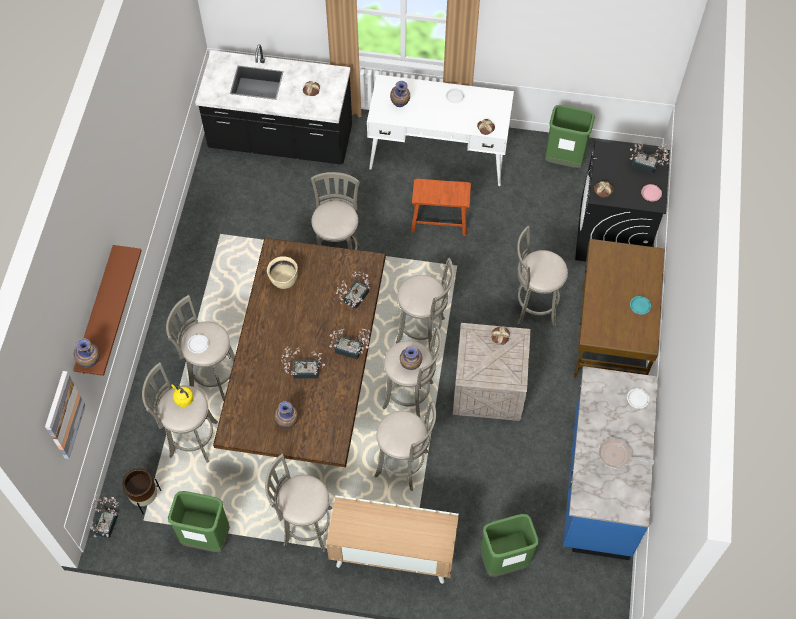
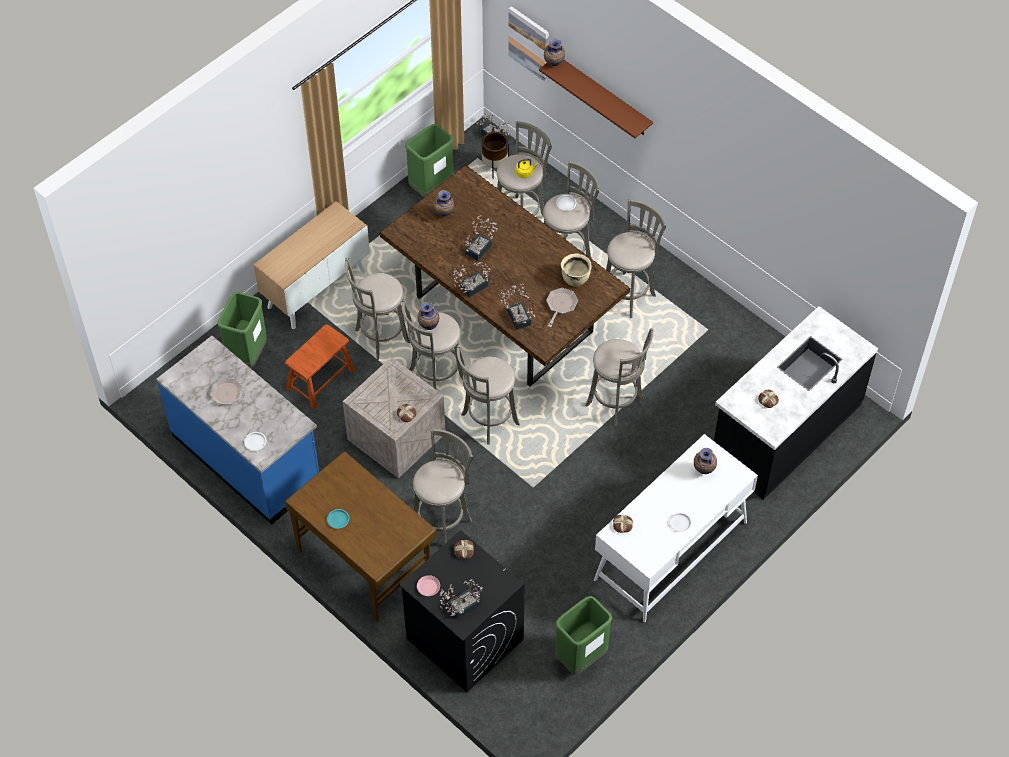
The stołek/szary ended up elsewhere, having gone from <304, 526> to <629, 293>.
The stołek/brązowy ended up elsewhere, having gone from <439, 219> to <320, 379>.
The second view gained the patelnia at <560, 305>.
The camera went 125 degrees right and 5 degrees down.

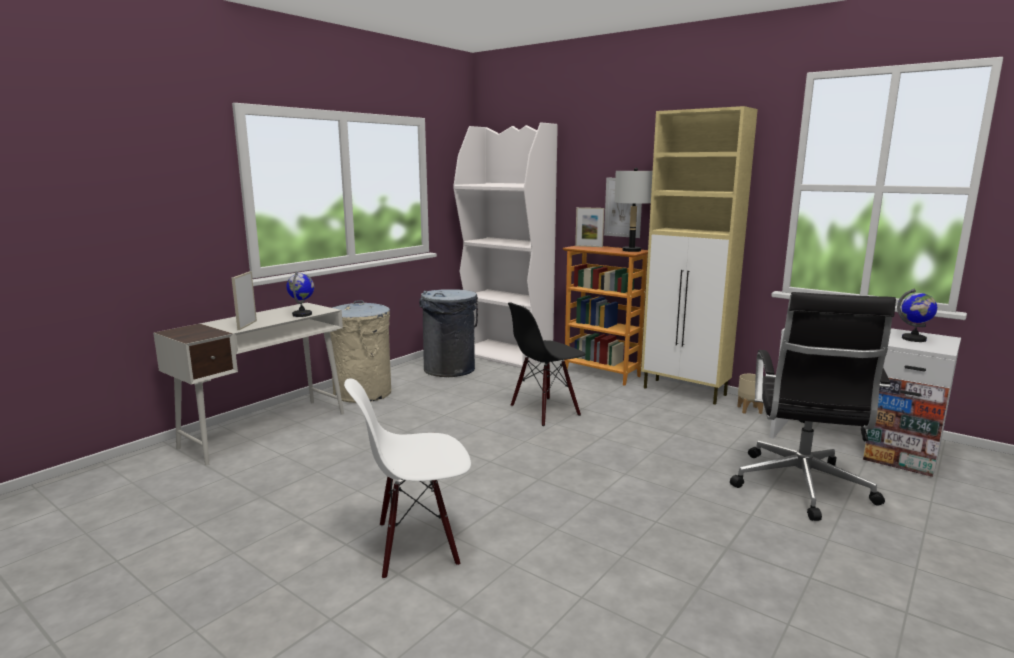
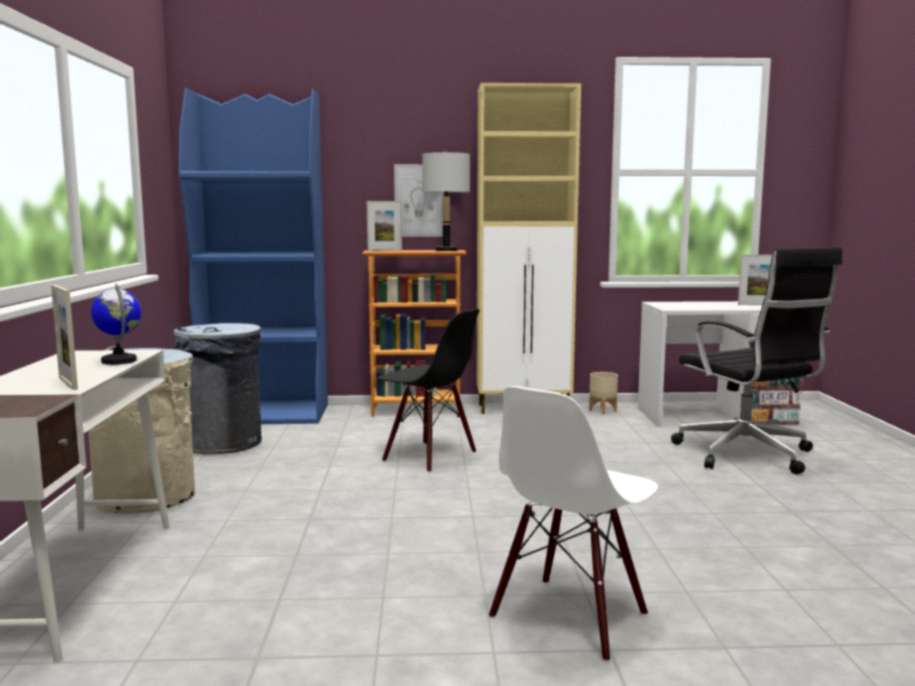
What was the regał/biały at <505, 354> turned into the regał/niebieski at <265, 414>.
The krzesło/czarny at <544, 411> ended up facing another way, 75 degrees counterclockwise from before.
Where the globus stood at <914, 339>, the ramka na zdjęcie came to stand at <756, 305>.
The camera went 40 degrees left and 5 degrees down.

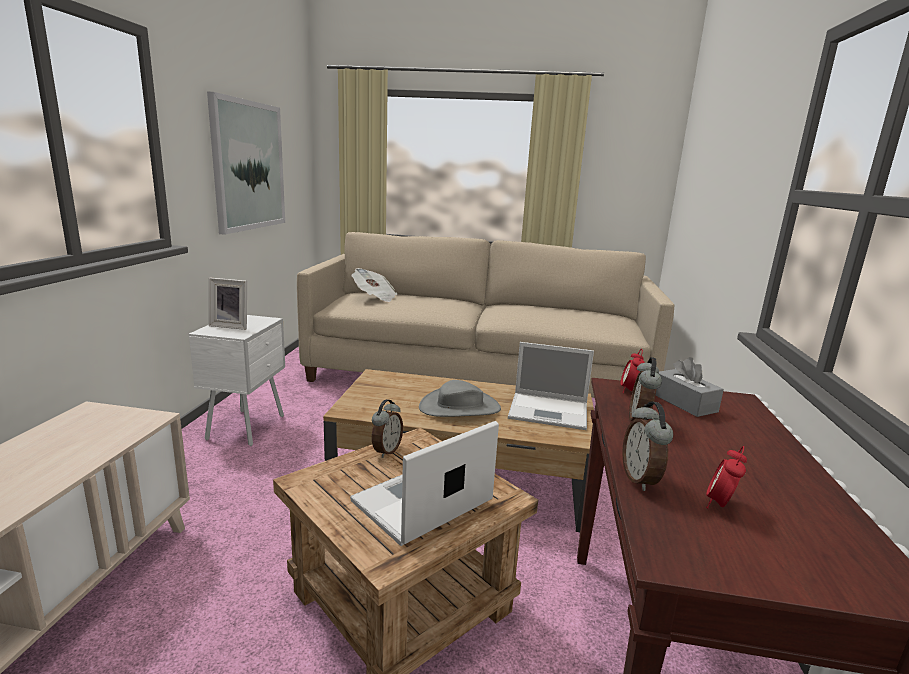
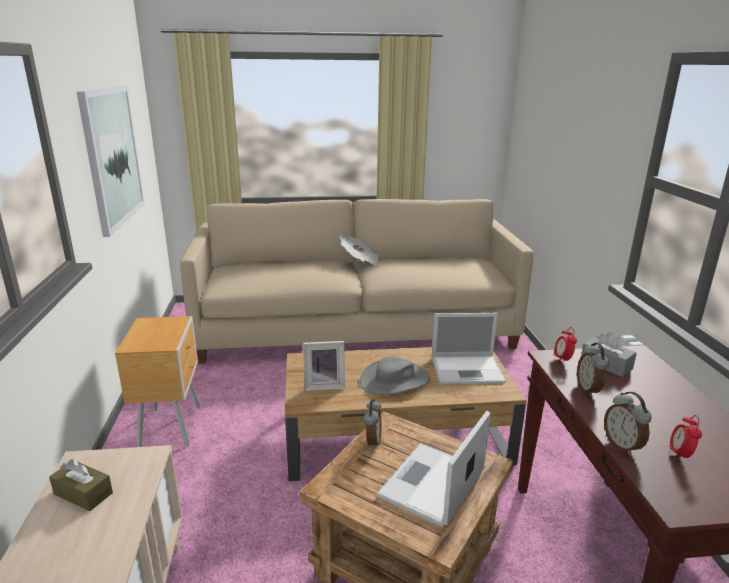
What was the szafka nocna/biały at <248, 427> turned into the szafka nocna/brązowy at <172, 426>.
The ramka na zdjęcie ended up elsewhere, having gone from <231, 325> to <324, 385>.
The gazeta ended up elsewhere, having gone from <375, 297> to <361, 261>.
The second view gained the pudełko chusteczek/brązowy at <83, 493>.
The camera went 15 degrees left and 5 degrees up.

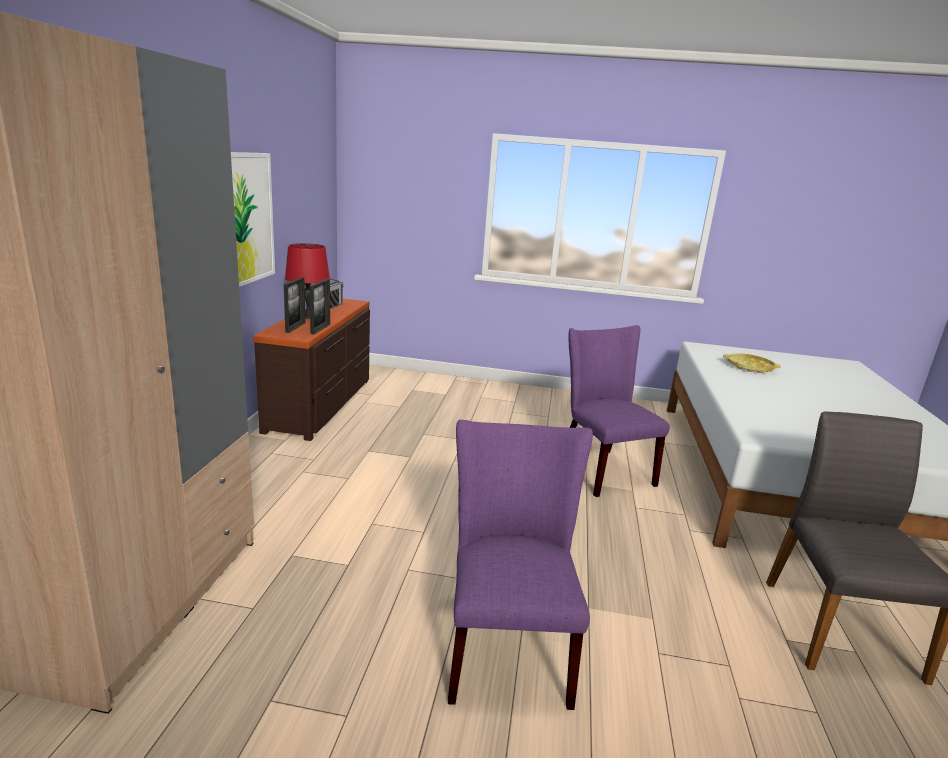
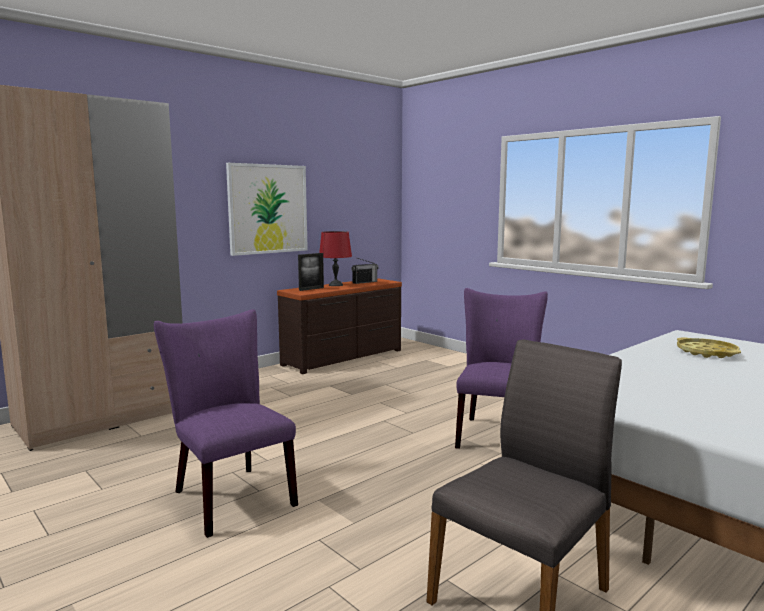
The second view lost the ramka na zdjęcie at <320, 329>.
The krzesło/fioletowy at <505, 645> ended up facing another way, 75 degrees counterclockwise from before.
The camera went 40 degrees right and 10 degrees down.

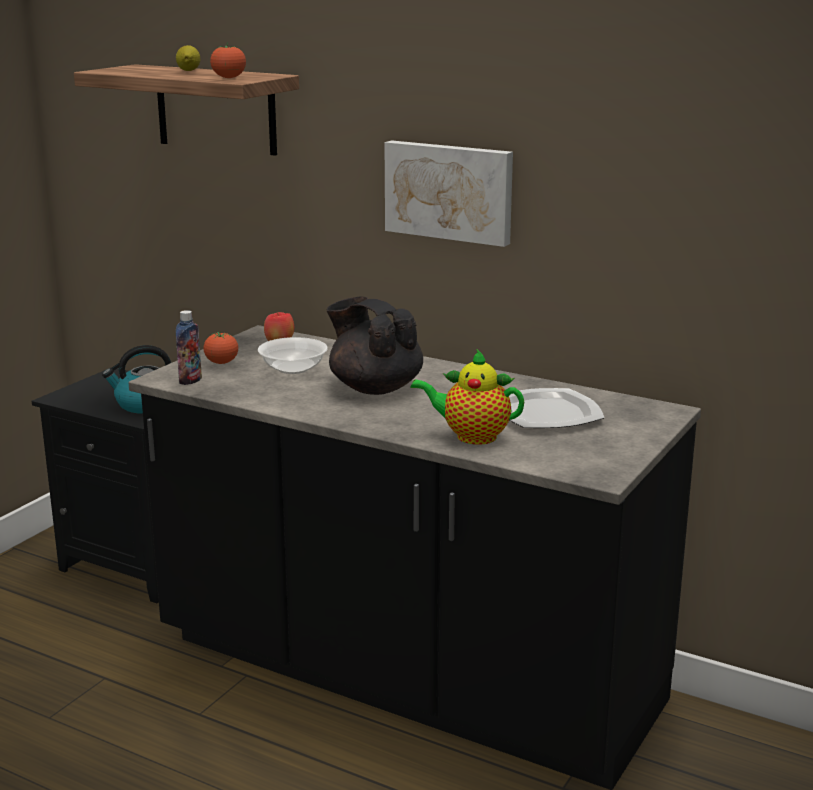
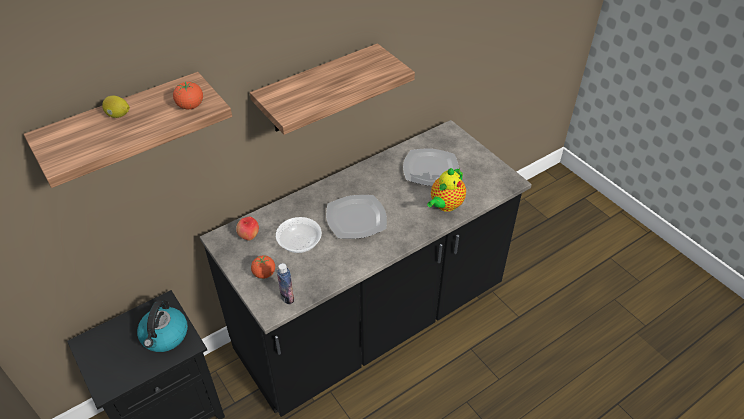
Where the imbryk/czarny stood at <375, 388>, the talerz came to stand at <355, 218>.
Where the obraz hung at <450, 191>, the półka came to hang at <318, 90>.
The camera went 65 degrees left and 25 degrees up.

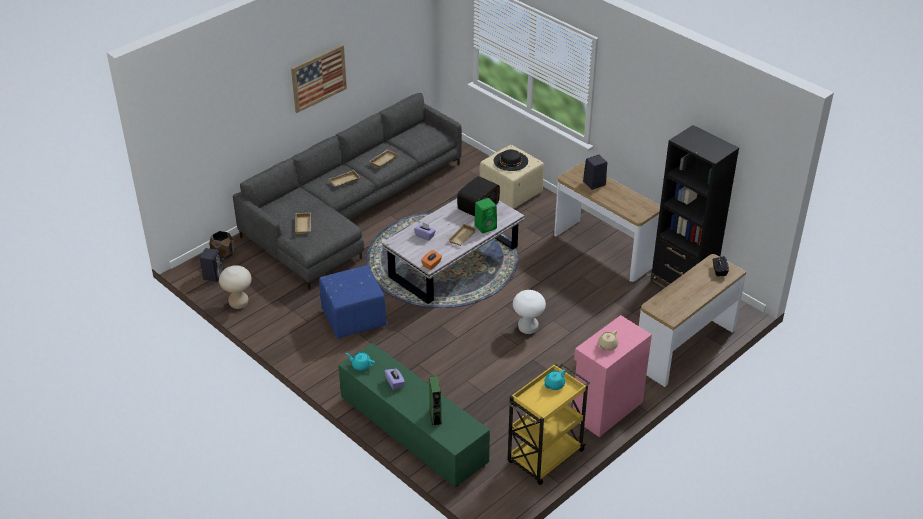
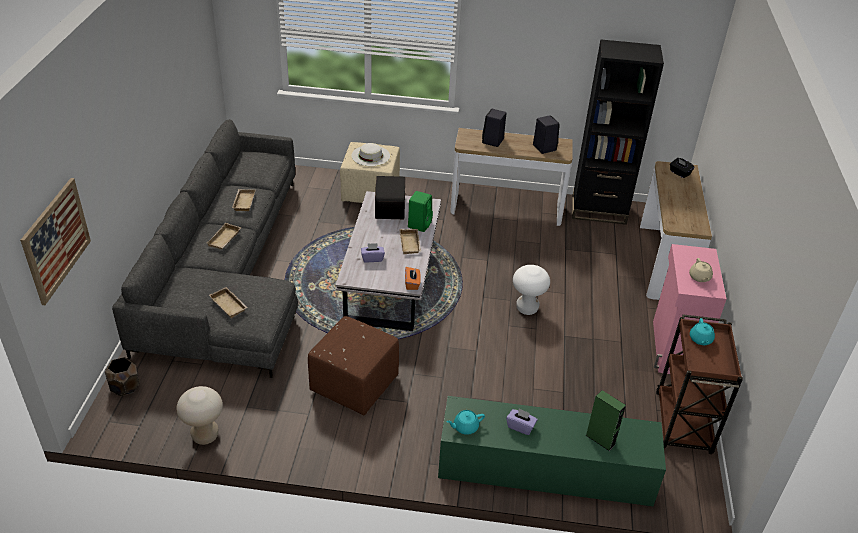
The głośnik/czarny ended up elsewhere, having gone from <213, 275> to <543, 147>.
The obraz ended up elsewhere, having gone from <318, 78> to <56, 240>.
What was the pufa/niebieski at <354, 318> turned into the pufa/brązowy at <354, 383>.
What was the kapelusz/czarny at <510, 161> turned into the kapelusz/biały at <370, 155>.
What was the wózek/żółty at <544, 457> turned into the wózek/brązowy at <683, 424>.
The camera went 40 degrees left and 0 degrees up.

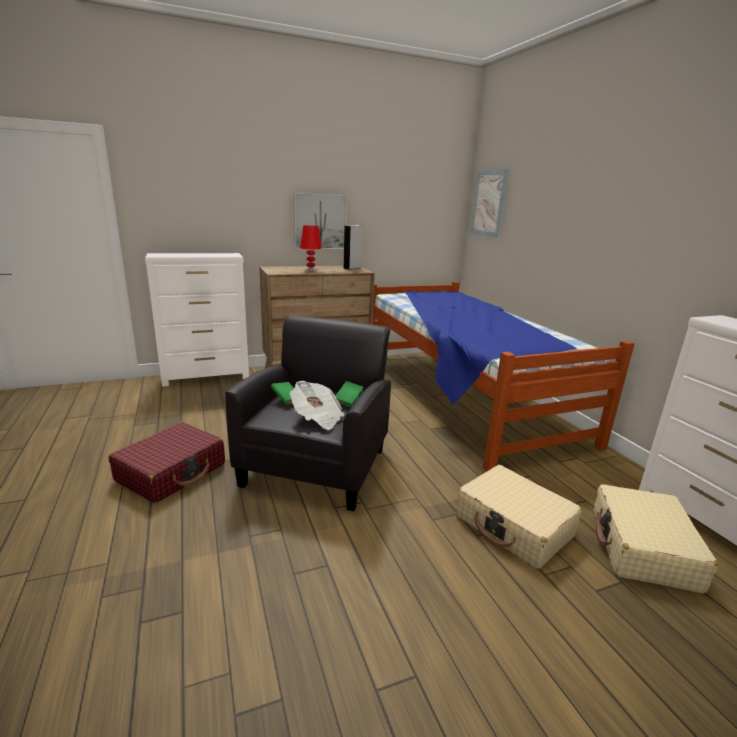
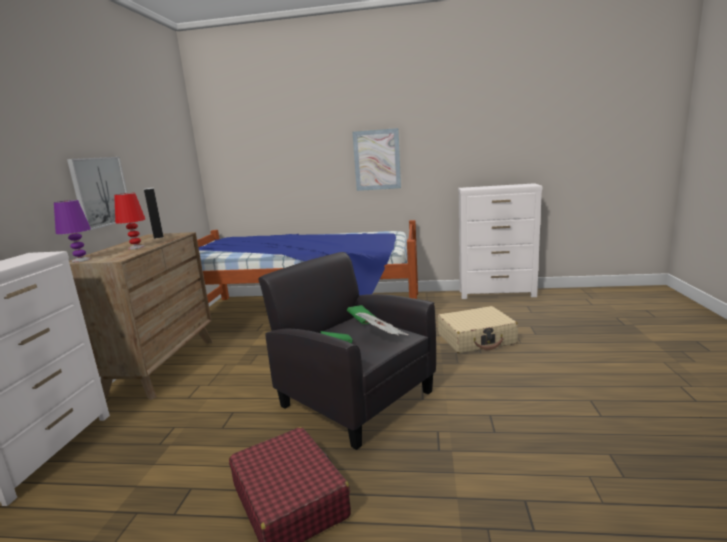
The obraz ended up elsewhere, having gone from <489, 203> to <377, 160>.
The second view lost the walizka/beżowy at <642, 548>.
The second view gained the lampa stołowa/fioletowy at <81, 260>.
The camera went 60 degrees left and 5 degrees down.

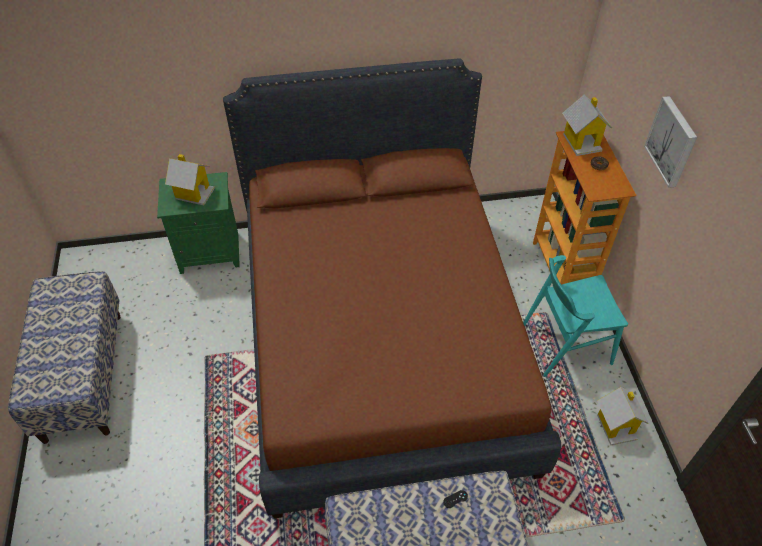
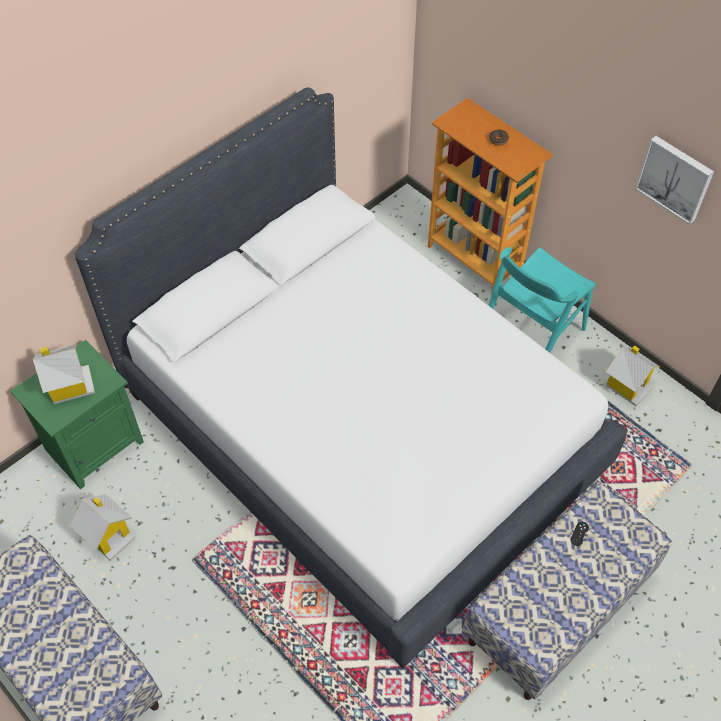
What was the łóżko/brązowy at <381, 339> turned into the łóżko/biały at <360, 431>.
The domek ended up elsewhere, having gone from <582, 141> to <108, 535>.
The obraz ended up elsewhere, having gone from <672, 141> to <675, 178>.
The camera went 35 degrees left and 5 degrees up.

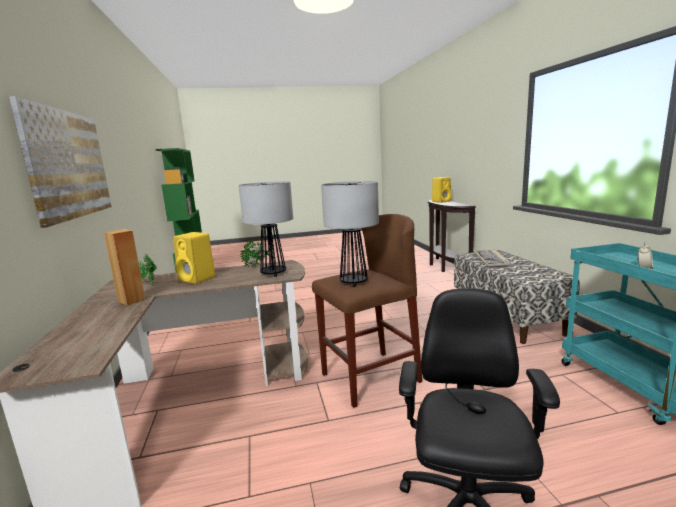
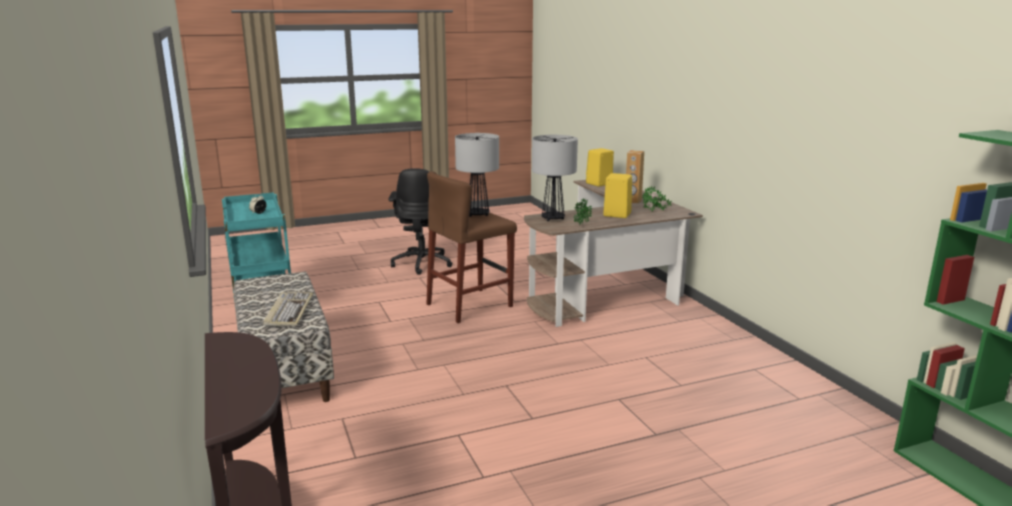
The second view lost the obraz at <69, 164>.
The głośnik/żółty ended up elsewhere, having gone from <441, 201> to <598, 184>.
The camera went 170 degrees right and 5 degrees up.

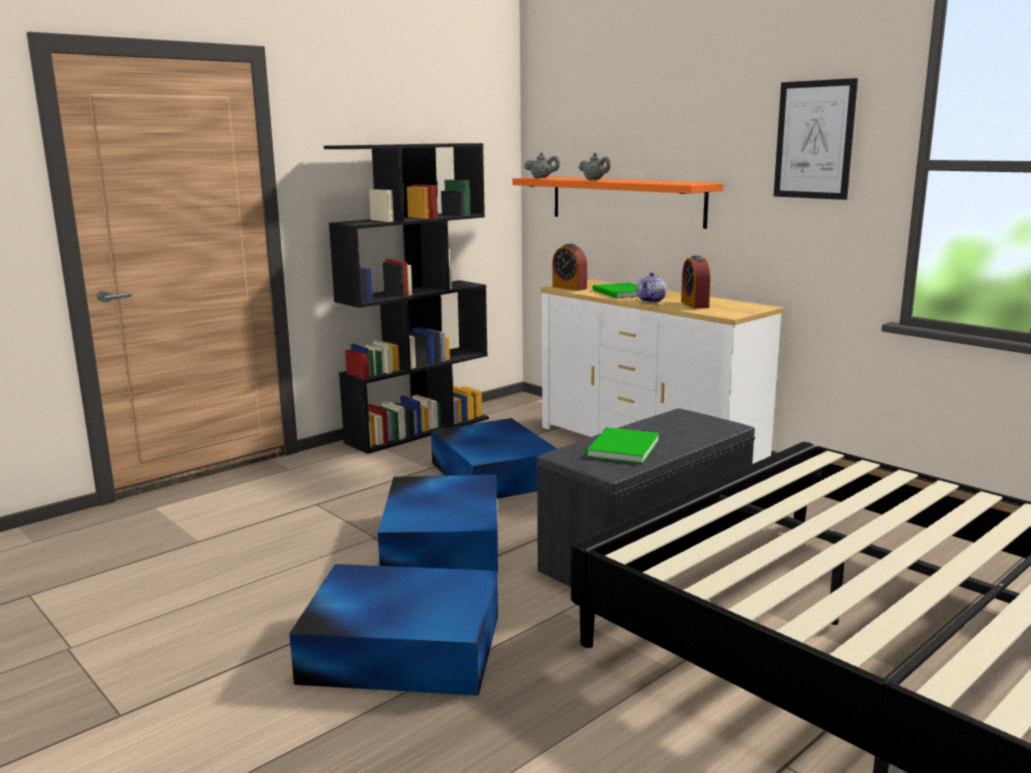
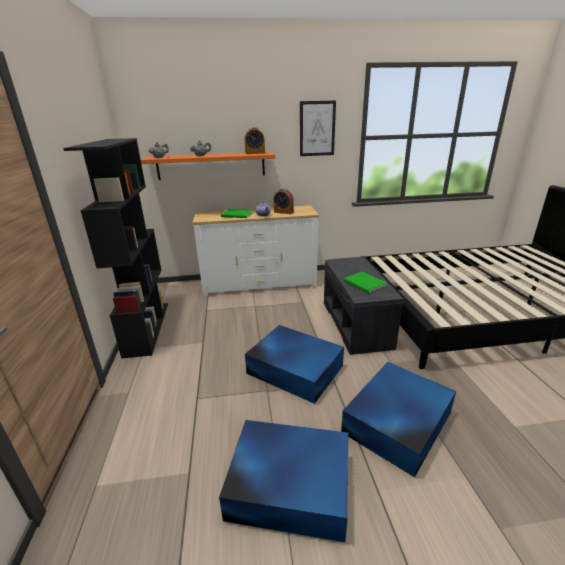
The pojemnik do przechowywania/niebieski ended up elsewhere, having gone from <494, 473> to <288, 484>.
The budzik ended up elsewhere, having gone from <569, 287> to <255, 153>.
The camera went 55 degrees left and 10 degrees up.

